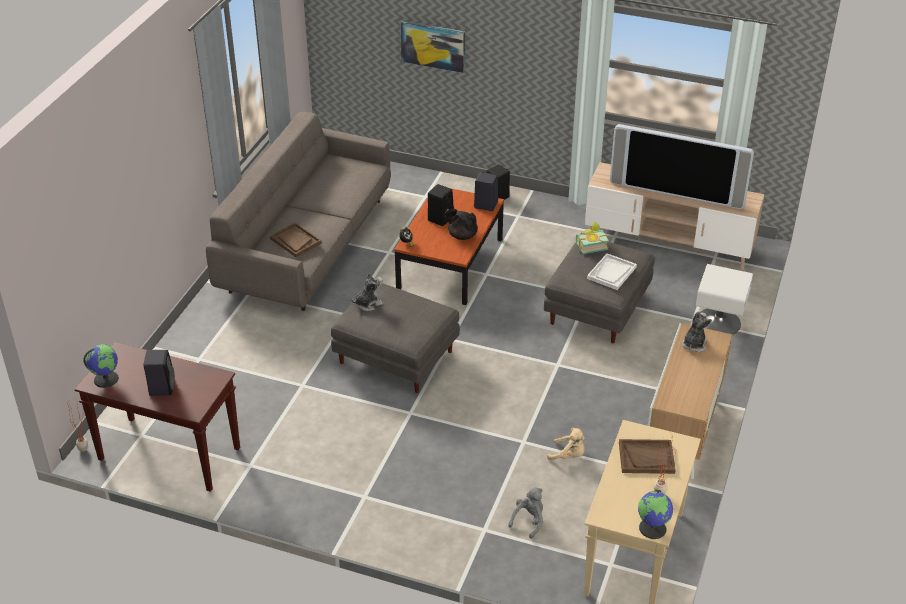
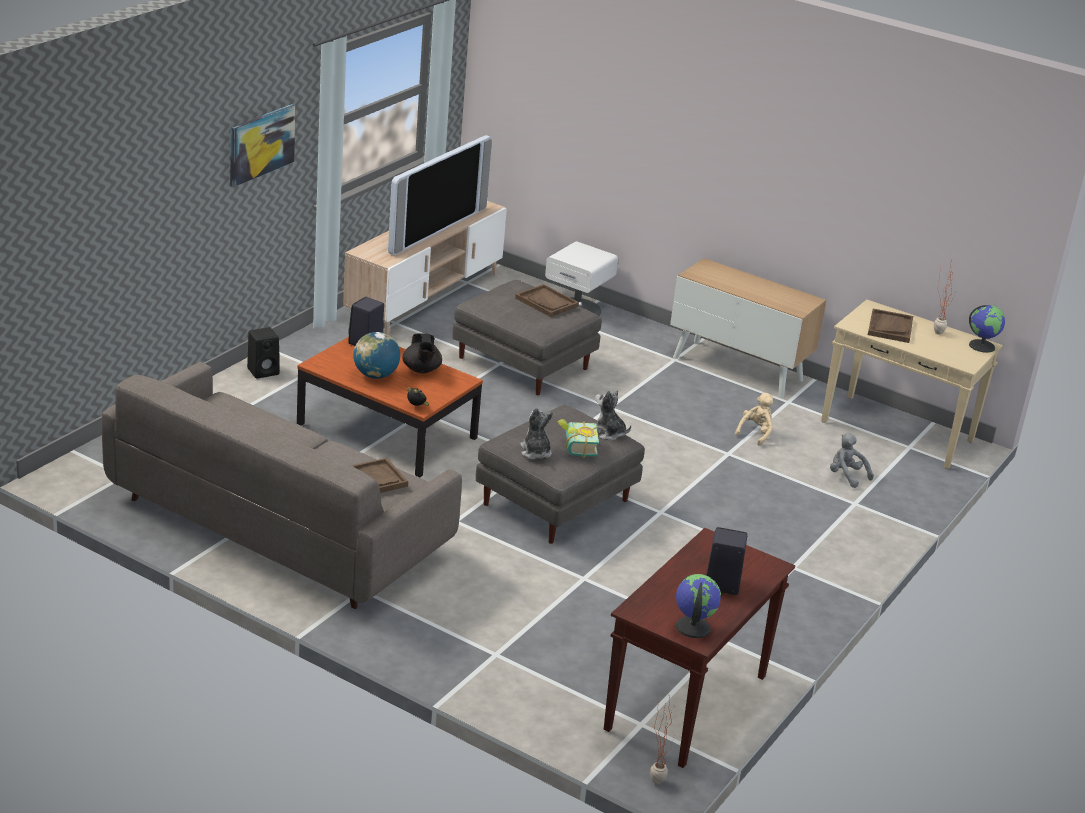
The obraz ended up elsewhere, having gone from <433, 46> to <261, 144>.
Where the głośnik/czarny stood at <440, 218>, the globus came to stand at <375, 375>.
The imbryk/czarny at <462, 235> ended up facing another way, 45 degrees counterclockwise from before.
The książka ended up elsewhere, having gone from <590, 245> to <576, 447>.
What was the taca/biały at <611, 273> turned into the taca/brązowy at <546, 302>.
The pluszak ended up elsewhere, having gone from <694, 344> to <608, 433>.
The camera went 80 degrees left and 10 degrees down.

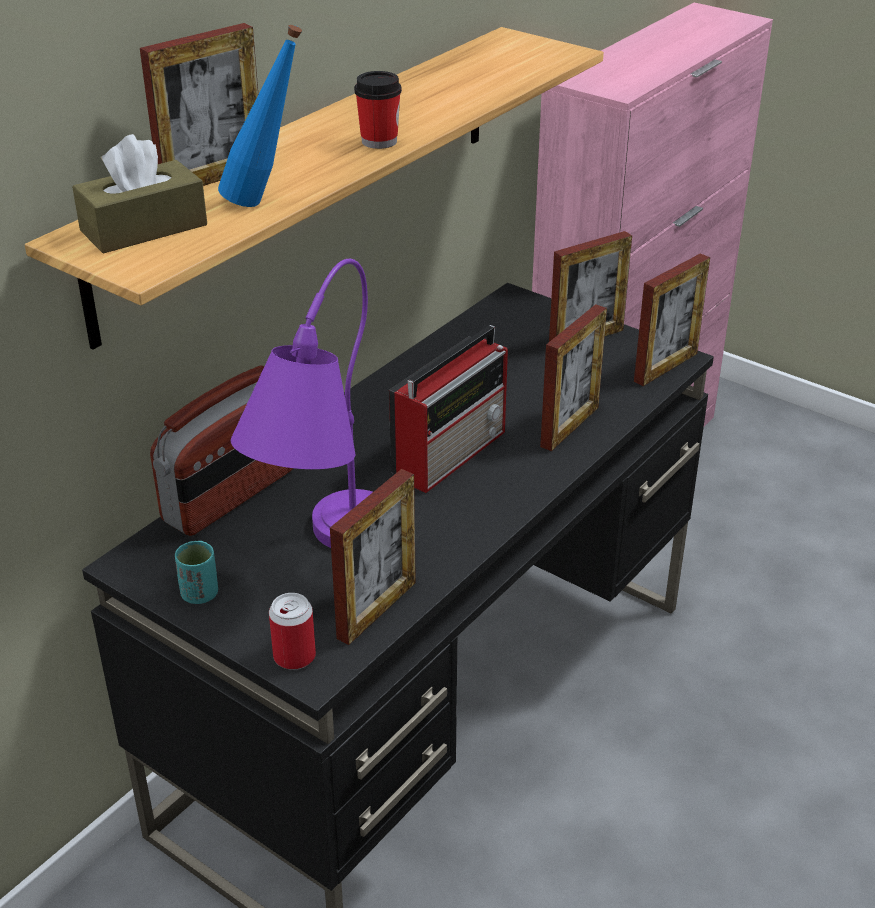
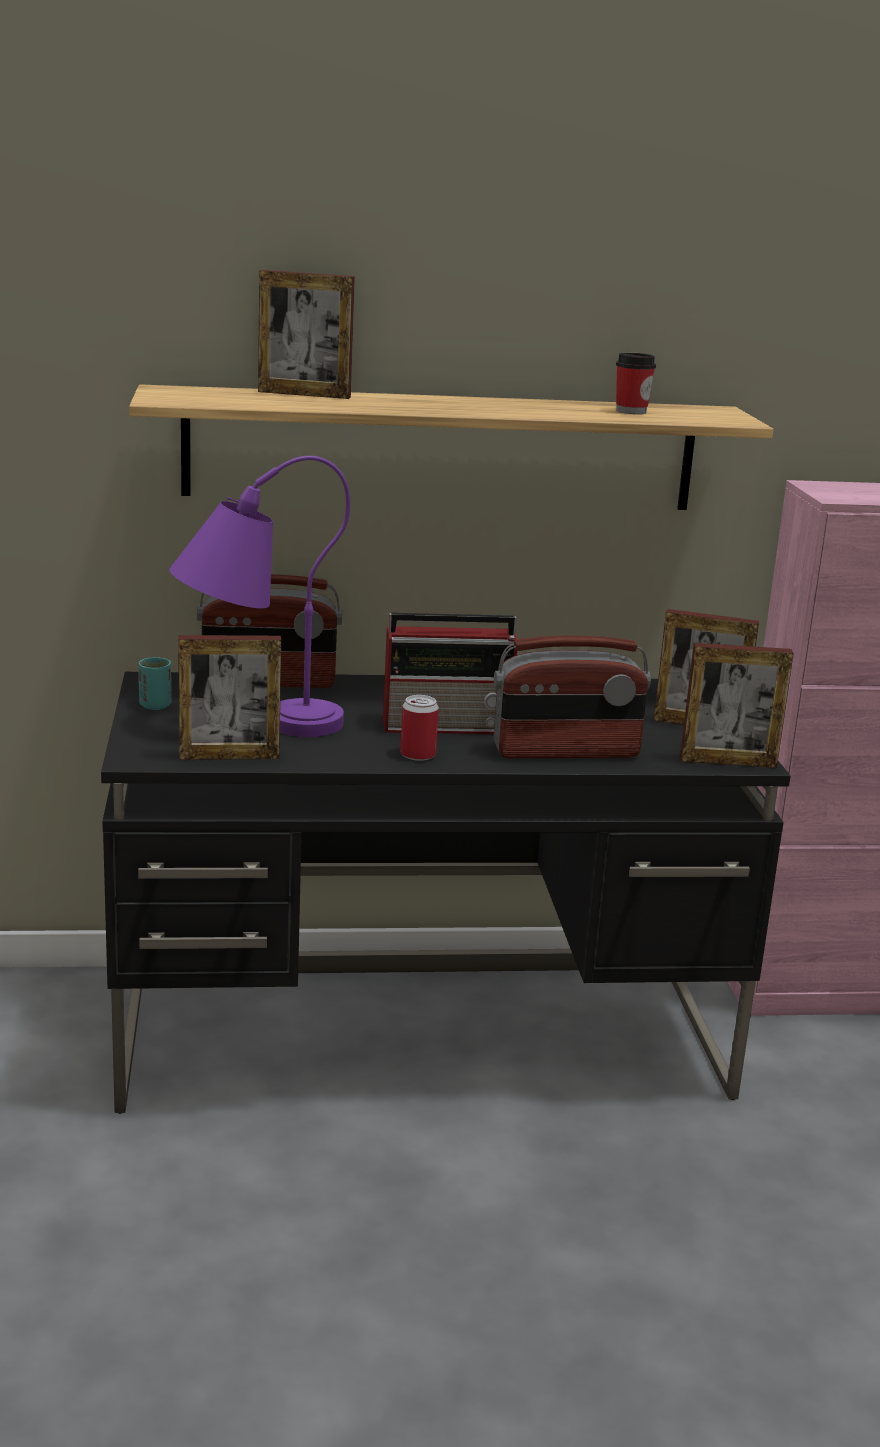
The second view lost the pudełko chusteczek/brązowy at <144, 228>.
The second view lost the butelka/niebieski at <266, 202>.
The puszka ended up elsewhere, having gone from <294, 656> to <418, 755>.
The filiżanka ended up elsewhere, having gone from <379, 141> to <631, 411>.
Where the ramka na zdjęcie stood at <569, 427>, the radio came to stand at <566, 752>.
The camera went 45 degrees right and 15 degrees down.

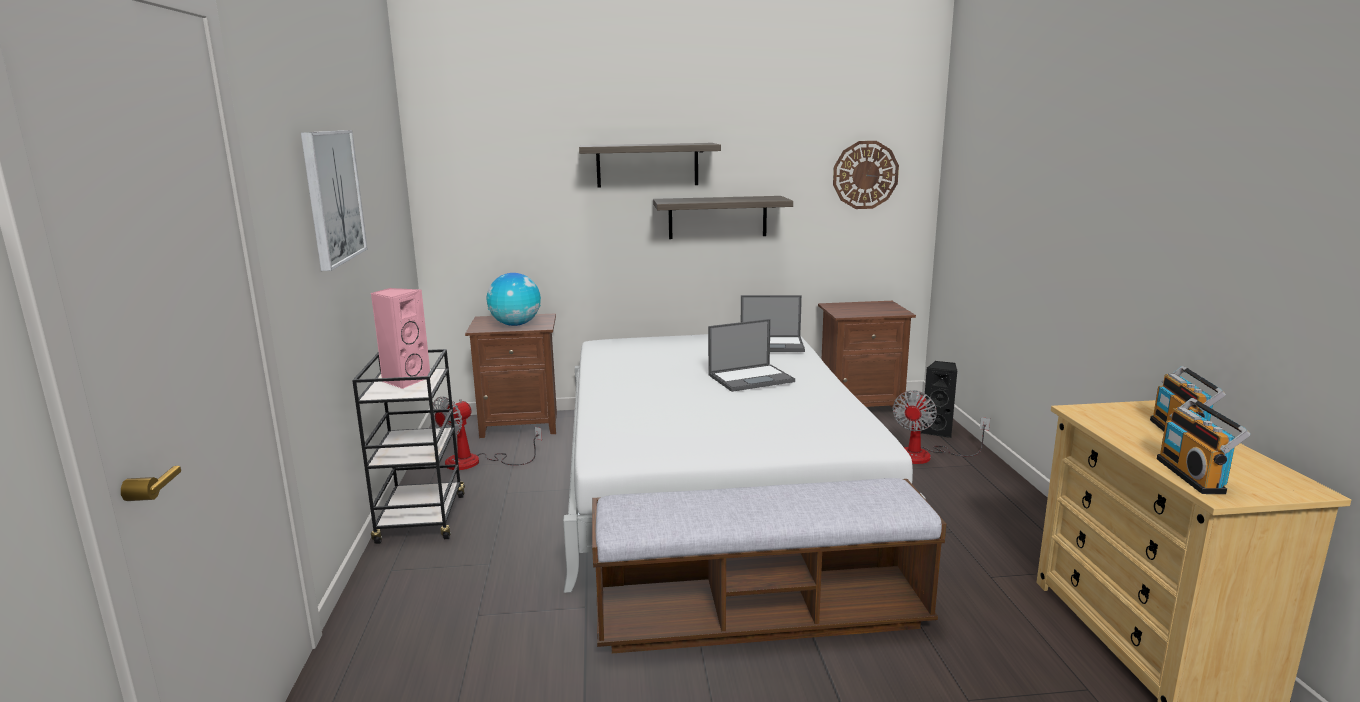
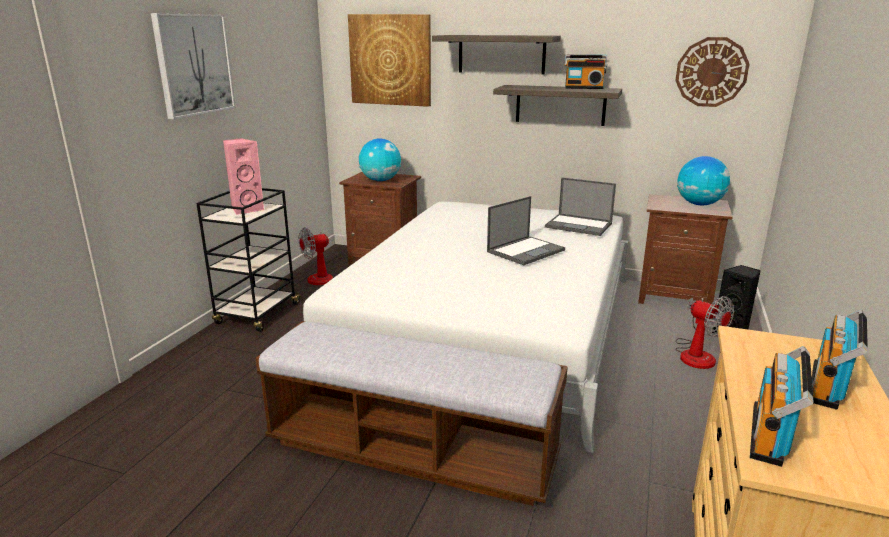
The laptop at <751, 378> ended up facing another way, 45 degrees counterclockwise from before.
The wentylator at <925, 455> ended up facing another way, 90 degrees counterclockwise from before.
The second view gained the obraz at <390, 60>.
The second view gained the radio at <583, 88>.
The second view gained the globus at <699, 204>.
The camera went 25 degrees right and 5 degrees up.

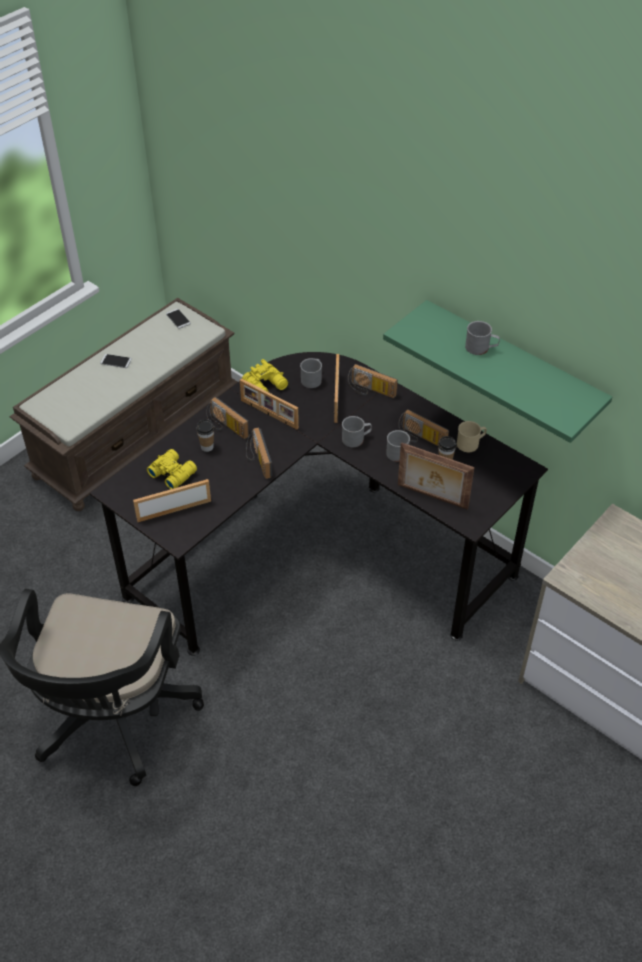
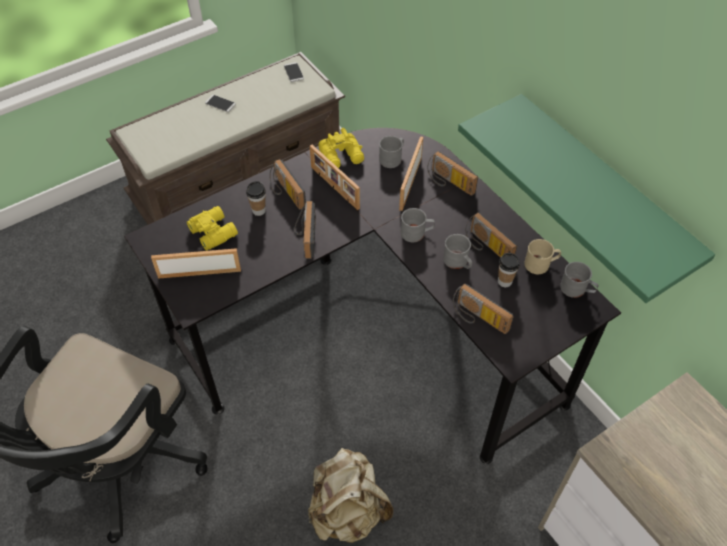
Where the ramka na zdjęcie stood at <432, 497>, the radio came to stand at <478, 318>.
The kubek/szary ended up elsewhere, having gone from <481, 348> to <577, 289>.
The second view gained the plecak/beżowy at <348, 510>.
The camera went 15 degrees right and 5 degrees up.

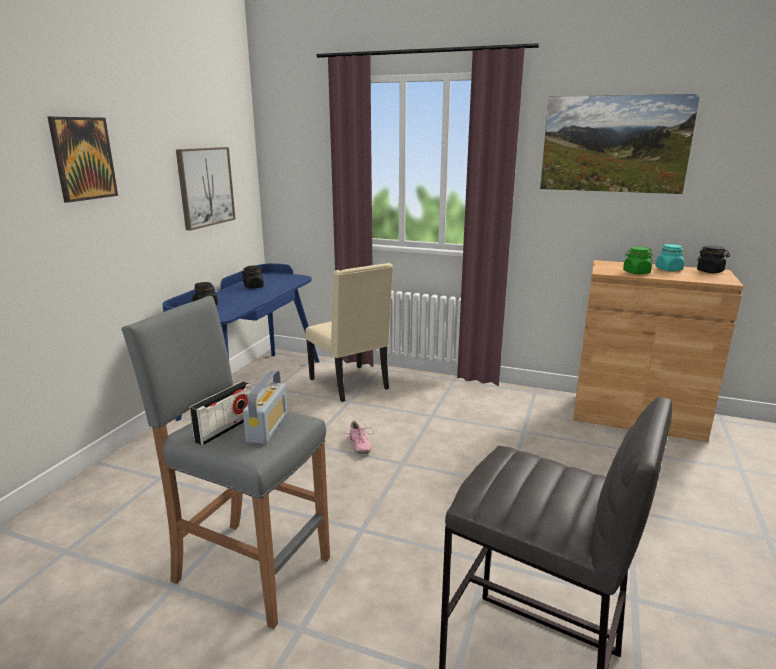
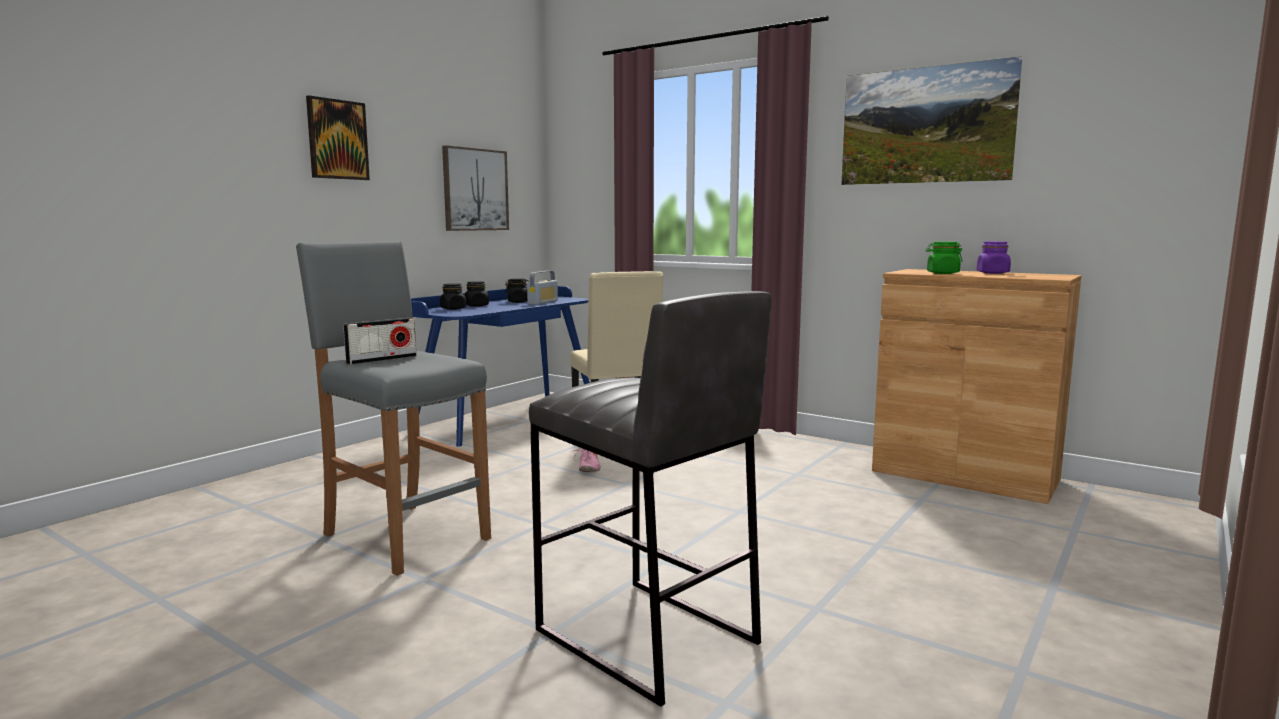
The radio ended up elsewhere, having gone from <267, 427> to <543, 302>.
What was the słoik/turkusowy at <668, 269> turned into the słoik/fioletowy at <993, 273>.
The słoik/czarny ended up elsewhere, having gone from <710, 271> to <476, 305>.
The camera went 15 degrees right and 10 degrees down.

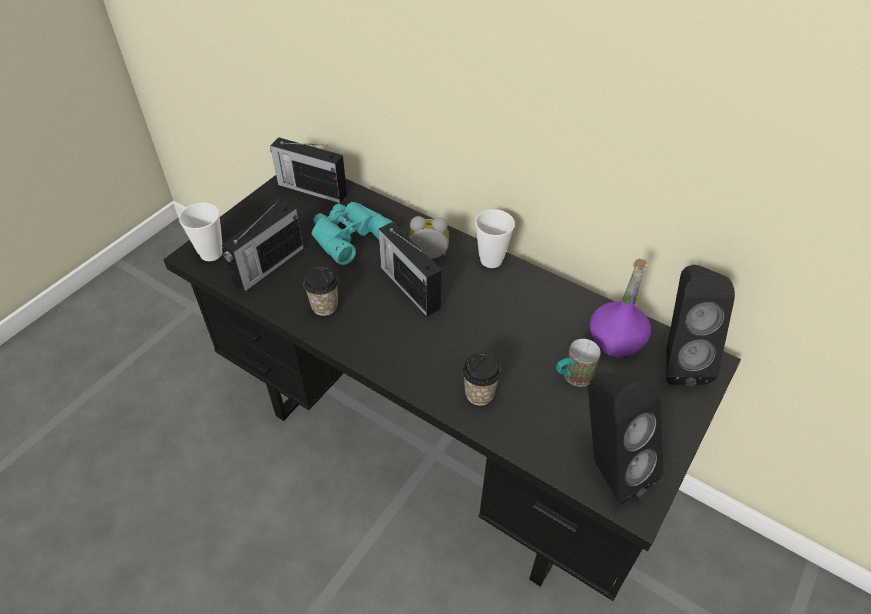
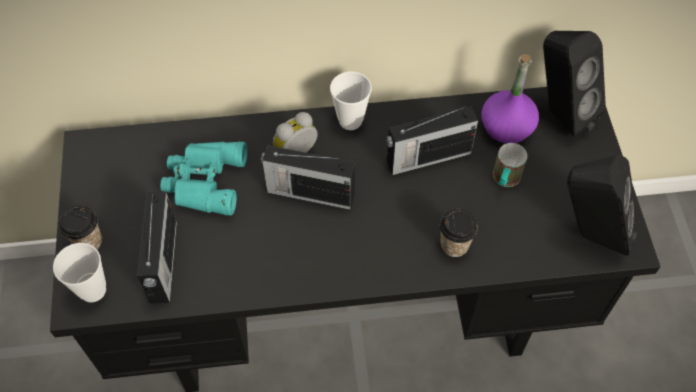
The radio ended up elsewhere, having gone from <311, 189> to <427, 157>.
The filiżanka ended up elsewhere, having gone from <324, 306> to <88, 242>.
The camera went 40 degrees left and 10 degrees up.

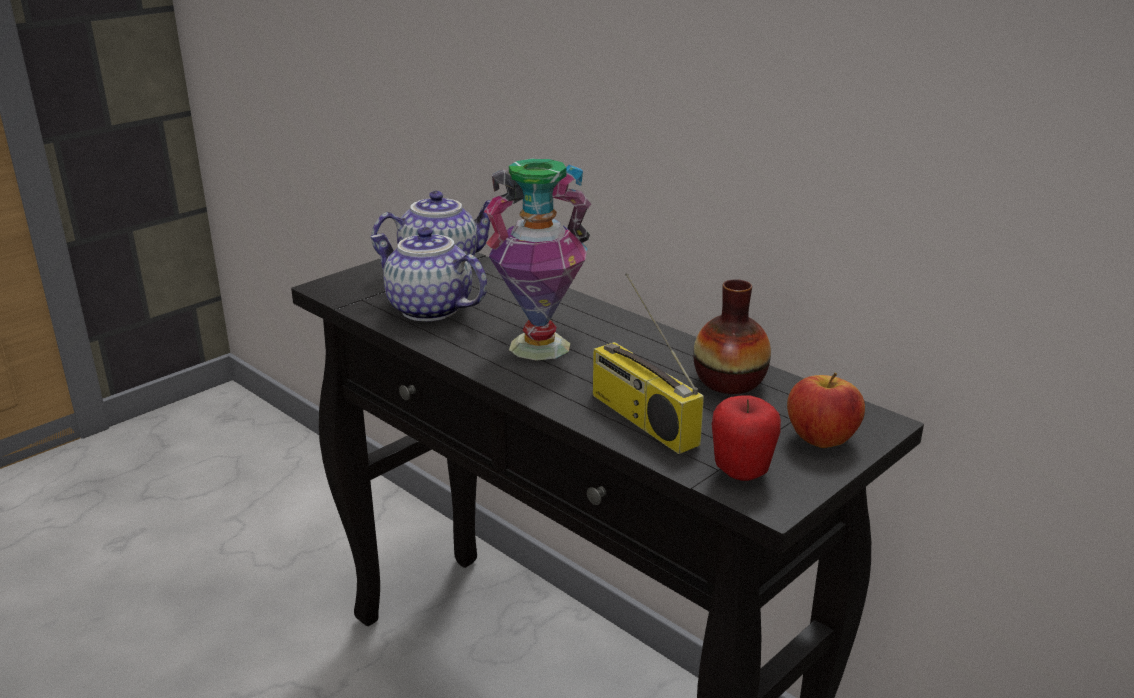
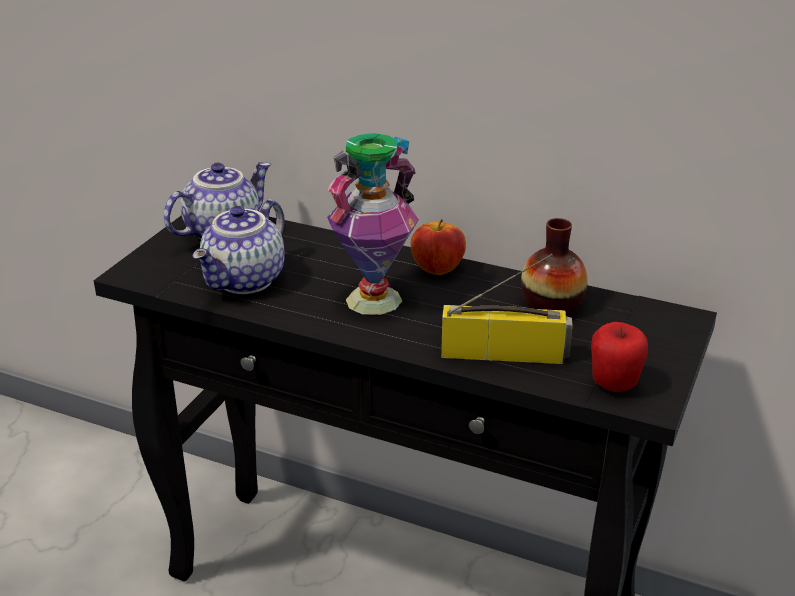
The imbryk at <427, 310> ended up facing another way, 75 degrees counterclockwise from before.
The radio at <640, 419> ended up facing another way, 150 degrees clockwise from before.
The jabłko ended up elsewhere, having gone from <821, 439> to <437, 269>.
The camera went 20 degrees left and 5 degrees up.

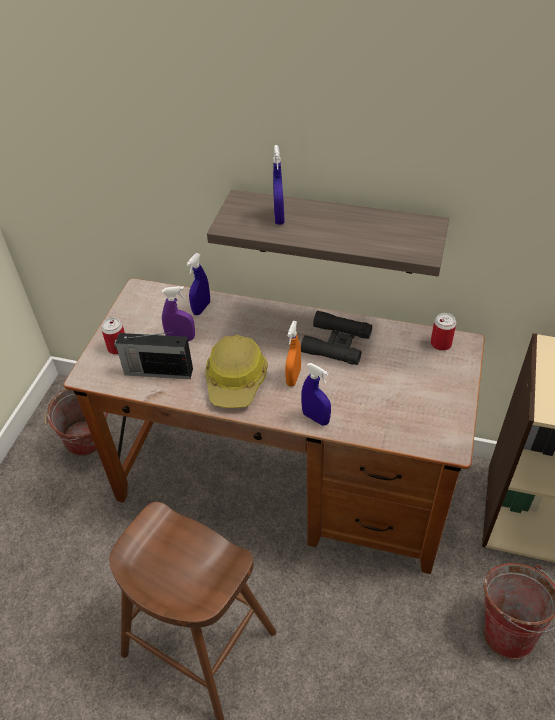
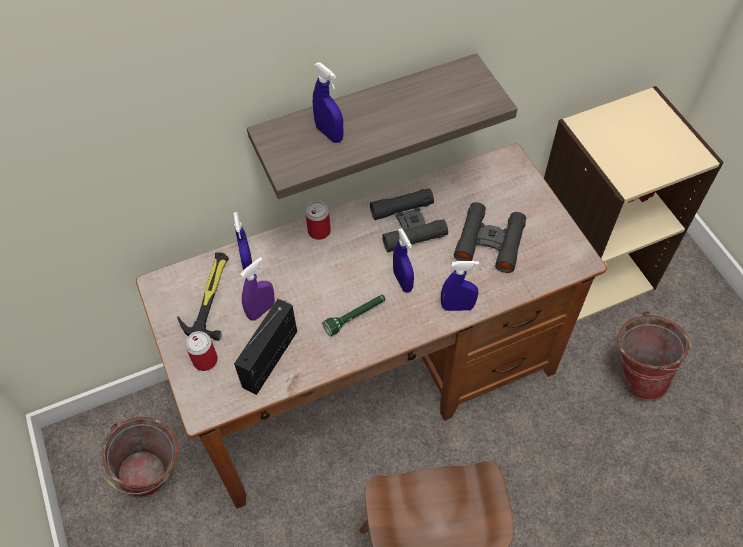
The radio at <157, 371> ended up facing another way, 150 degrees clockwise from before.
Where the kask stood at <236, 380>, the latarka/zielony came to stand at <355, 317>.
What was the spryskiwacz/pomarańczowy at <293, 377> turned into the spryskiwacz/niebieski at <402, 281>.
The puszka ended up elsewhere, having gone from <441, 344> to <319, 231>.
The second view gained the młotek at <210, 296>.
The second view gained the lornetka/czarny at <490, 242>.
The camera went 40 degrees left and 10 degrees up.

